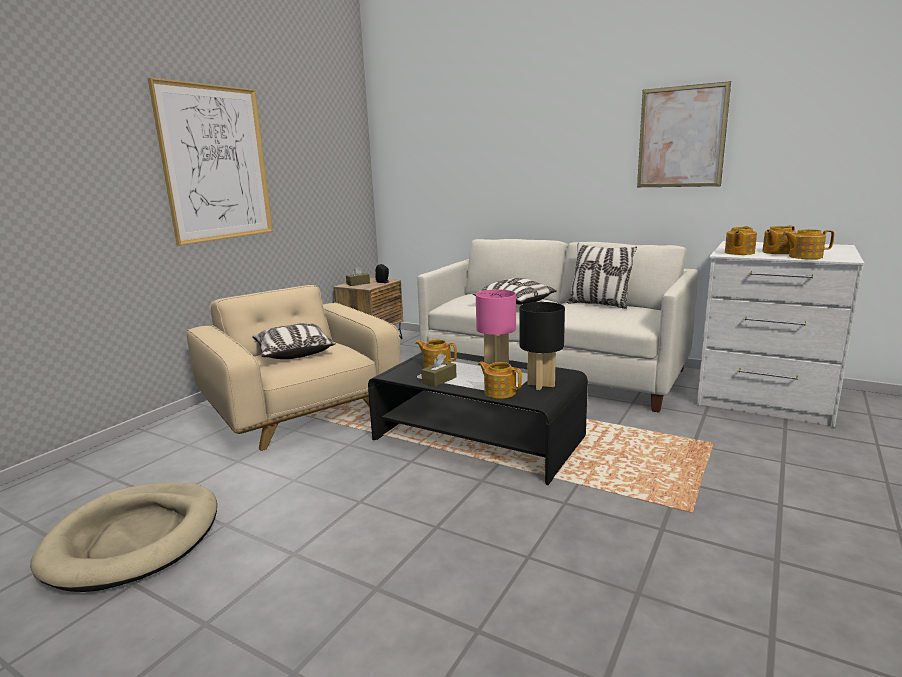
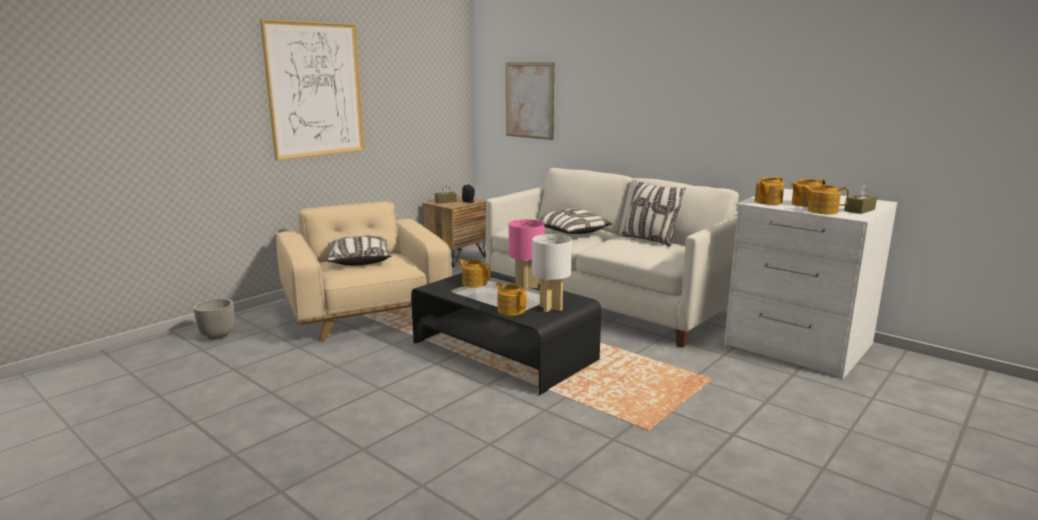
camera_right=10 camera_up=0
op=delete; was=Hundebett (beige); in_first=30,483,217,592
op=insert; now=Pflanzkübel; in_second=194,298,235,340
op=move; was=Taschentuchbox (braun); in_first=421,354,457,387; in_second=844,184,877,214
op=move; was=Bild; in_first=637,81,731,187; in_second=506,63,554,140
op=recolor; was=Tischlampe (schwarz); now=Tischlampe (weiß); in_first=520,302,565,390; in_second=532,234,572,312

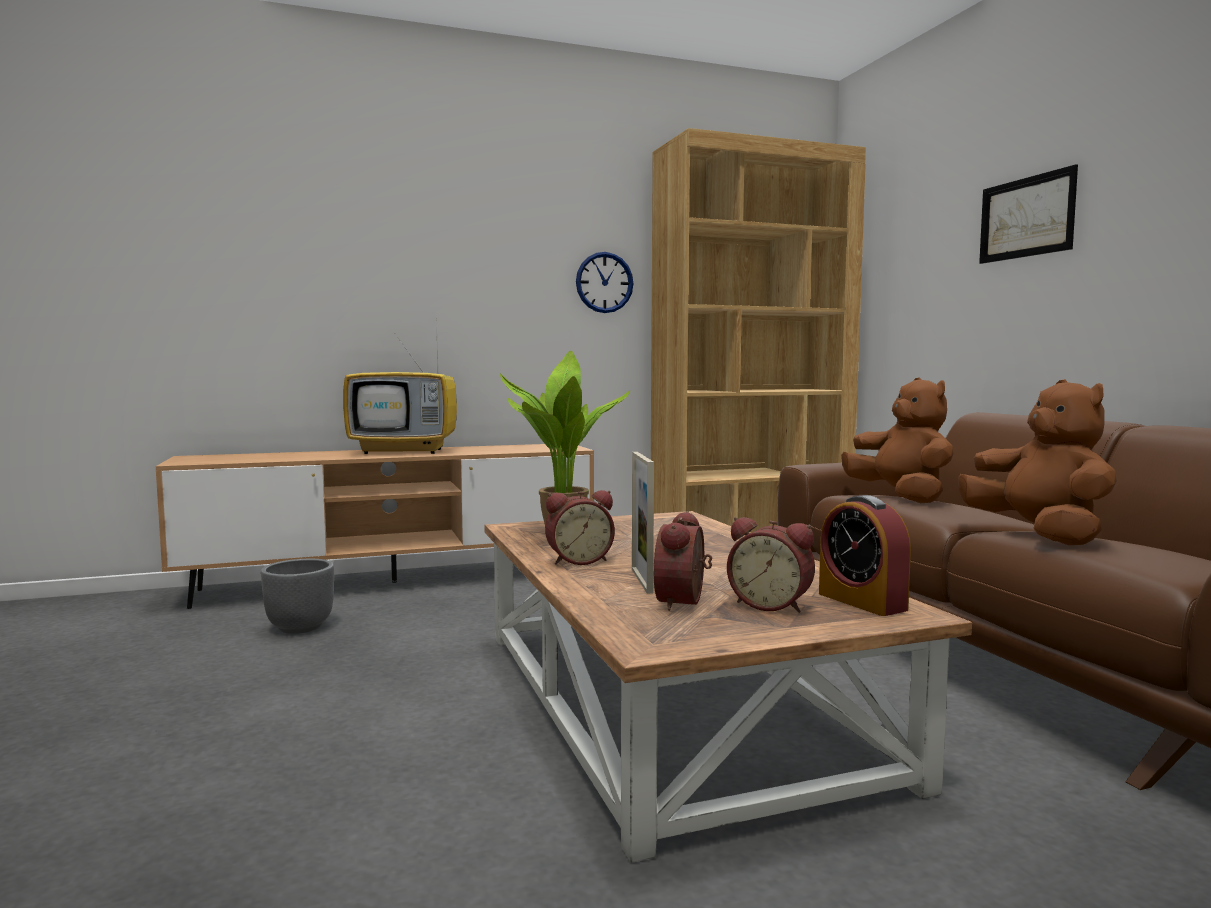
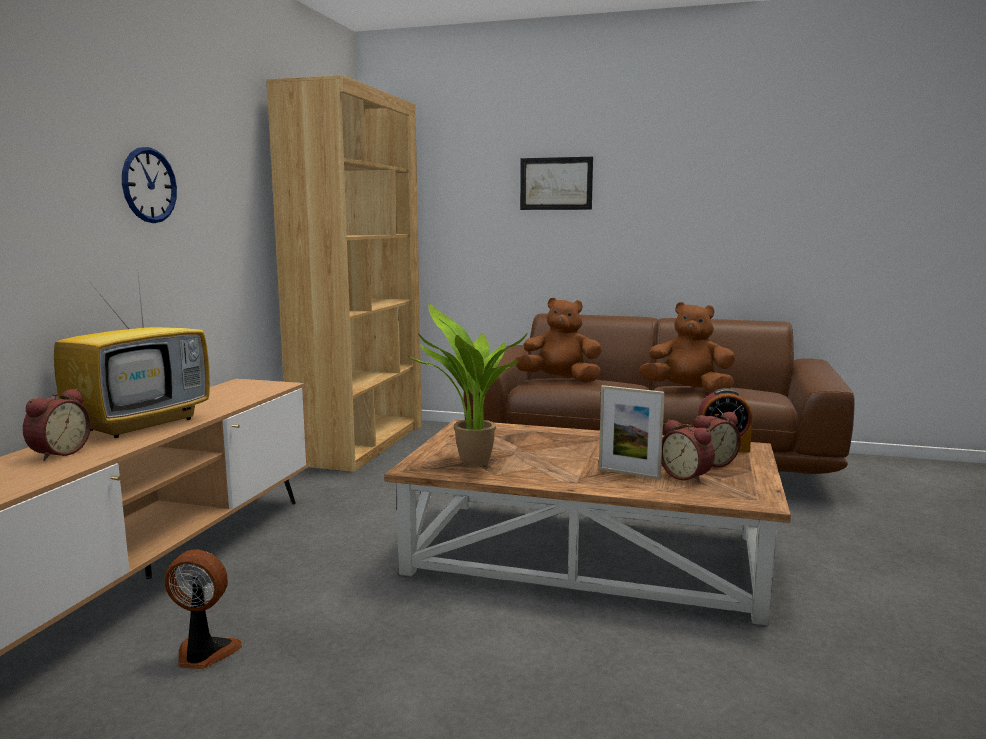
camera_right=-55 camera_up=5
op=move; was=Wecker; in_first=545,490,615,565; in_second=23,388,91,461
op=move; was=Wanduhr; in_first=576,252,633,313; in_second=122,147,177,223
op=replace; was=Pflanzkübel (grau); now=Ventilator; in_first=261,559,334,634; in_second=165,550,243,669

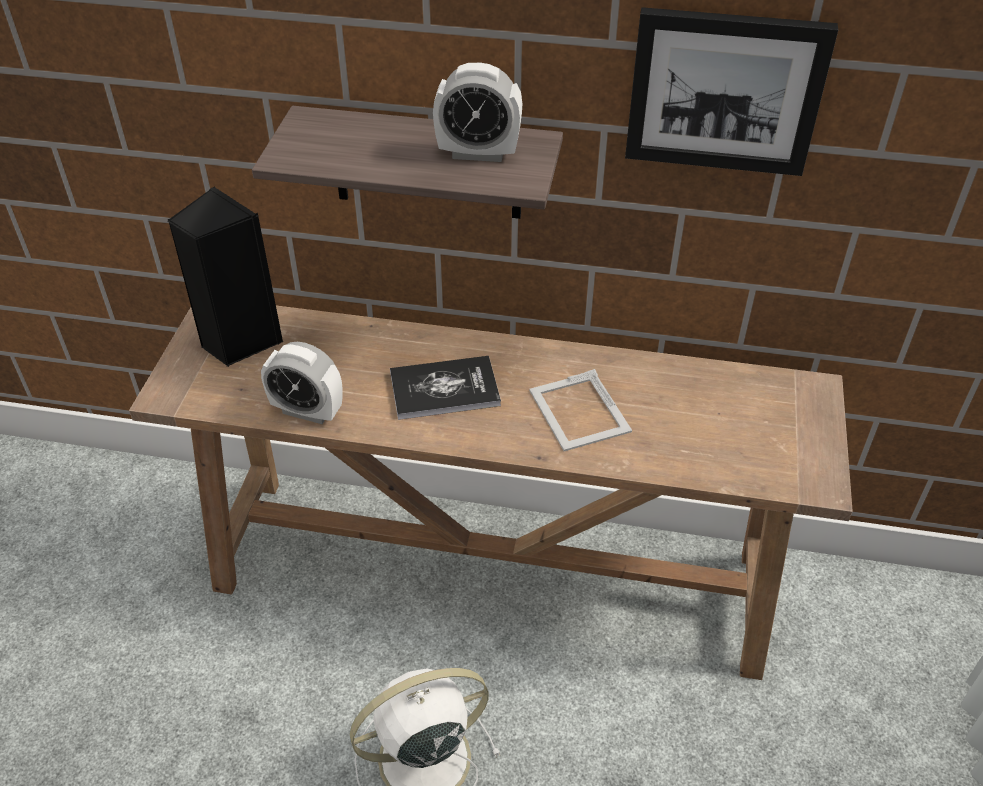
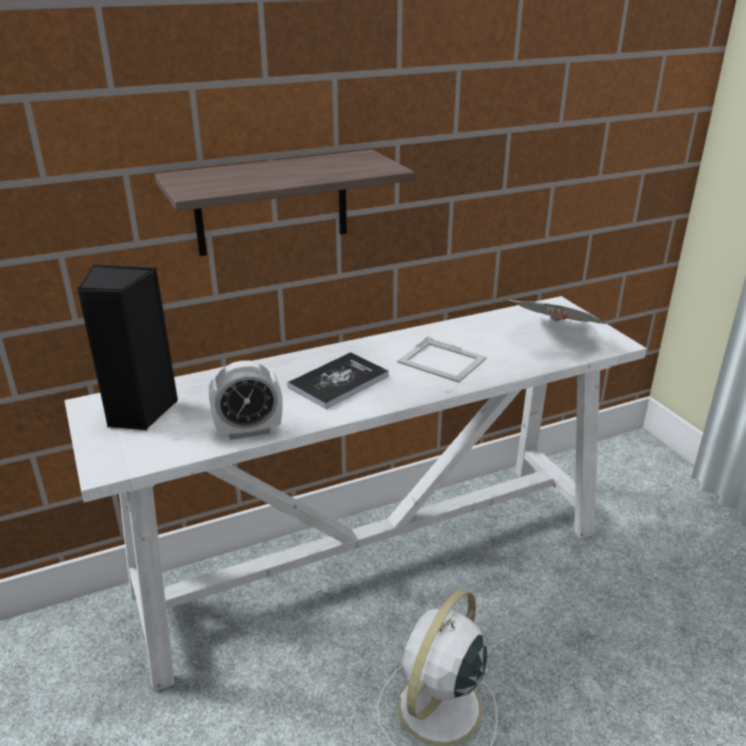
camera_right=-35 camera_up=-15
op=delete; was=Wecker; in_first=433,62,522,162
op=delete; was=Bild; in_first=625,7,838,176
op=insert; now=Zeitung; in_second=509,300,606,324
op=recolor; was=Konsolentisch (braun); now=Konsolentisch (weiß); in_first=129,306,853,680; in_second=65,296,647,691

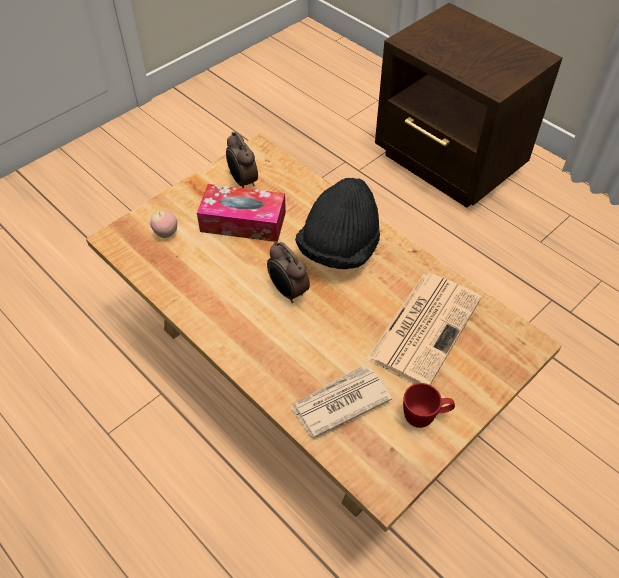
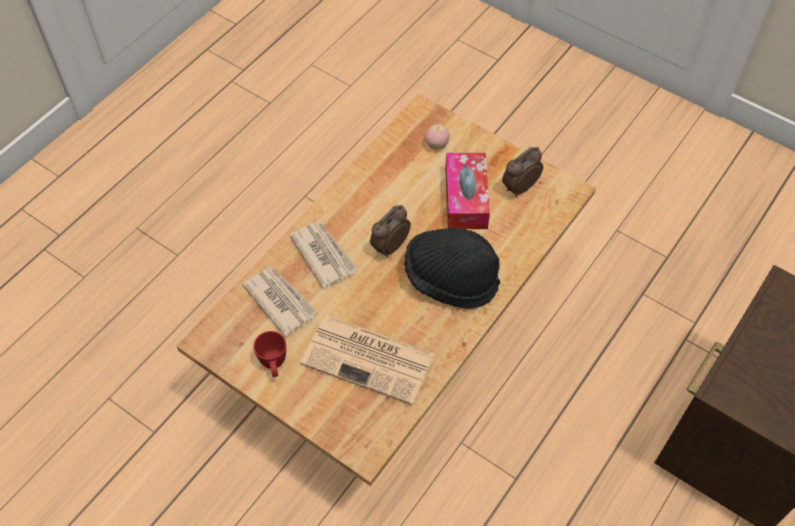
camera_right=80 camera_up=5
op=insert; now=Zeitung; in_second=290,222,357,288

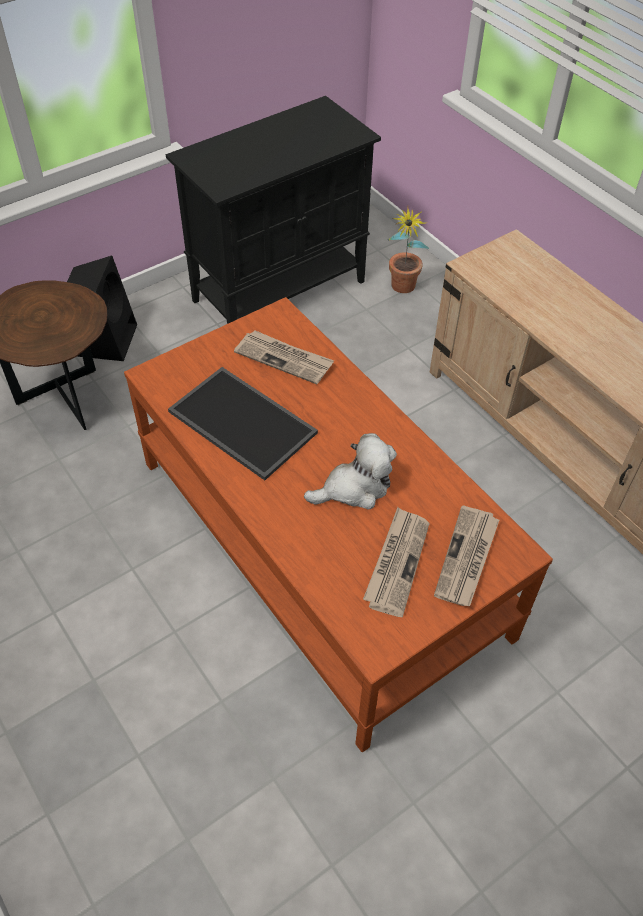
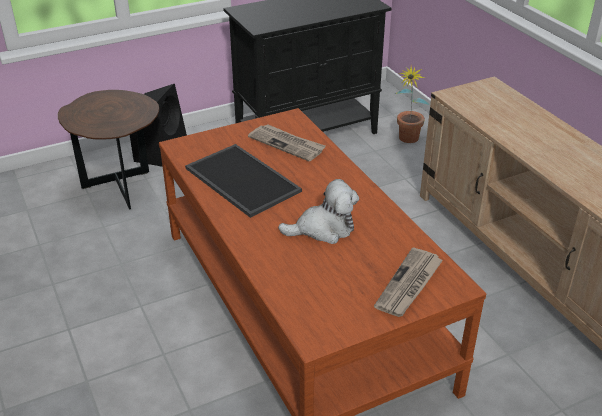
camera_right=10 camera_up=-15
op=delete; was=Zeitung; in_first=363,507,430,617

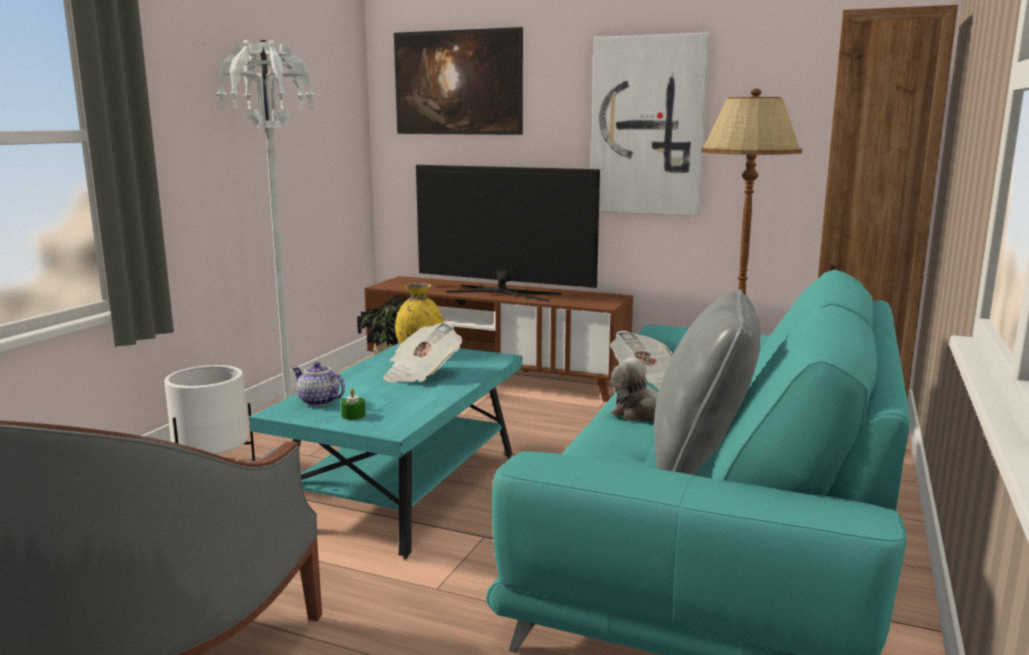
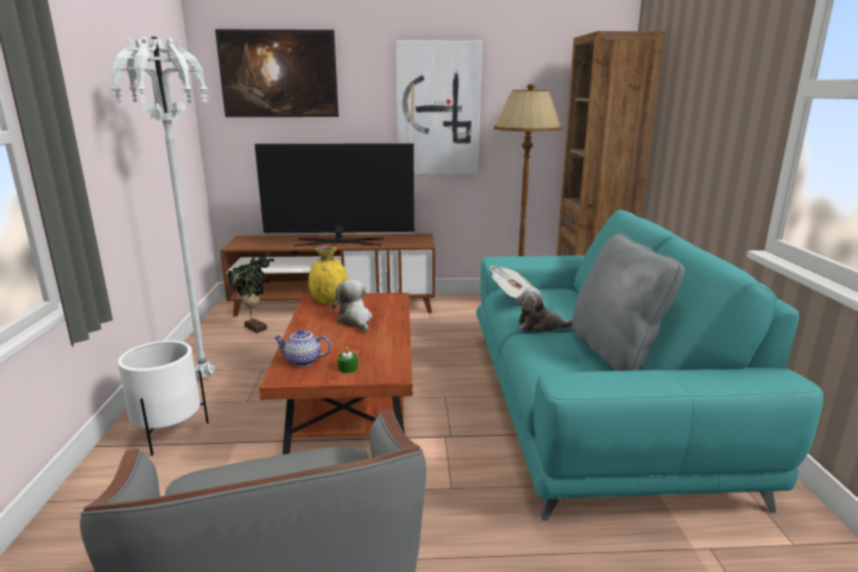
camera_right=-25 camera_up=5
op=replace; was=Zeitung; now=Plüschtier; in_first=383,323,462,382; in_second=332,280,372,331
op=recolor; was=Couchtisch (türkis); now=Couchtisch (braun); in_first=249,343,522,559; in_second=259,293,413,455

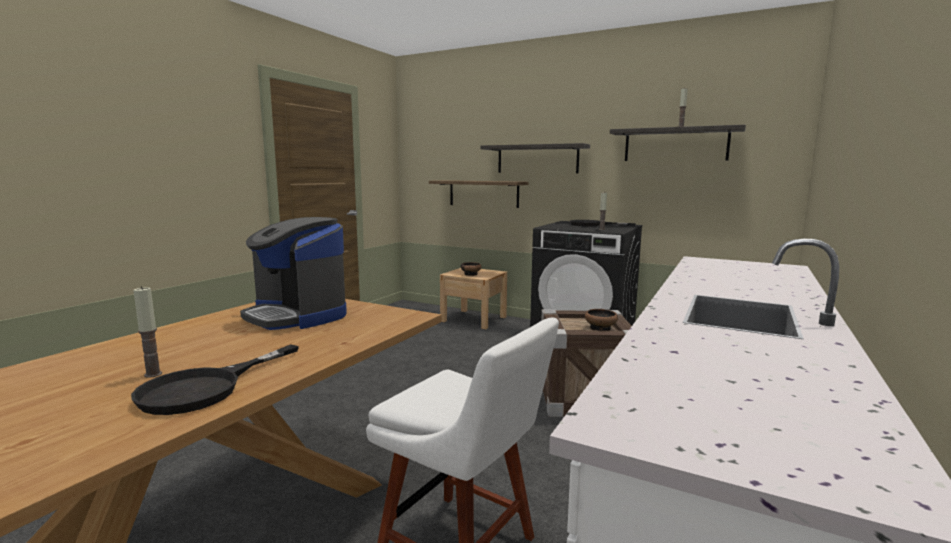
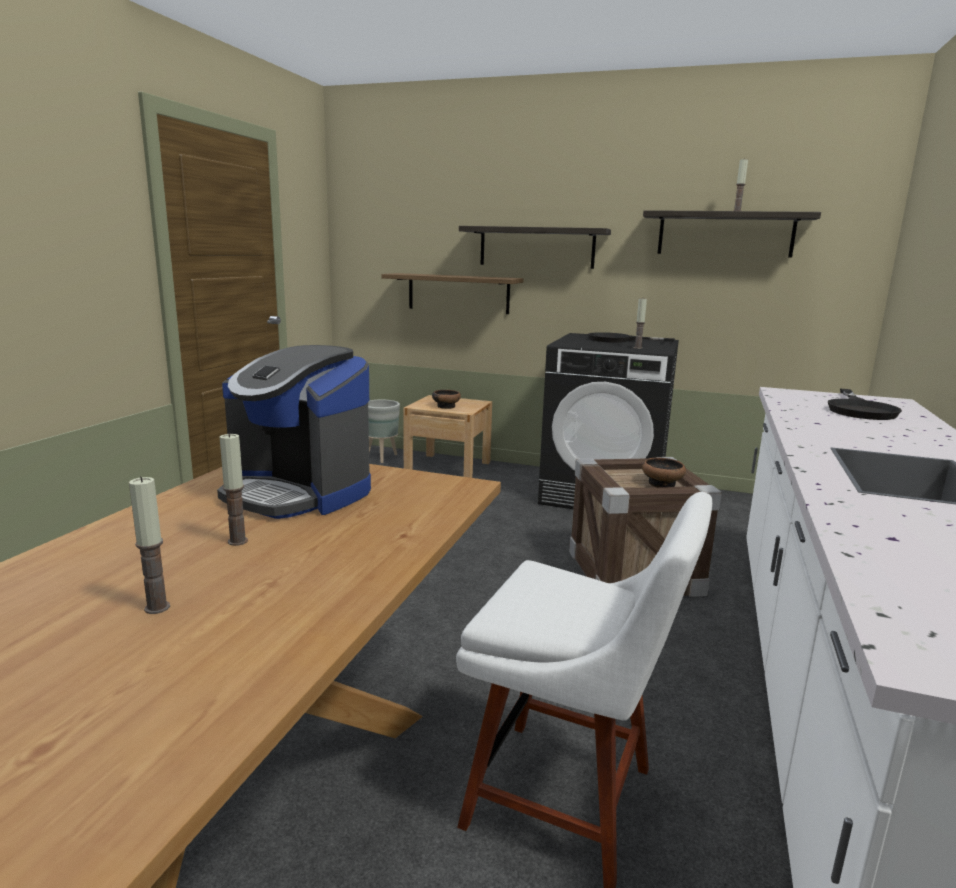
camera_right=-10 camera_up=5
op=insert; now=Kerze; in_second=220,432,248,546
op=insert; now=Pflanzkübel (grau); in_second=368,400,400,463
op=move; was=Pfanne (schwarz); in_first=131,345,299,415; in_second=828,389,902,420

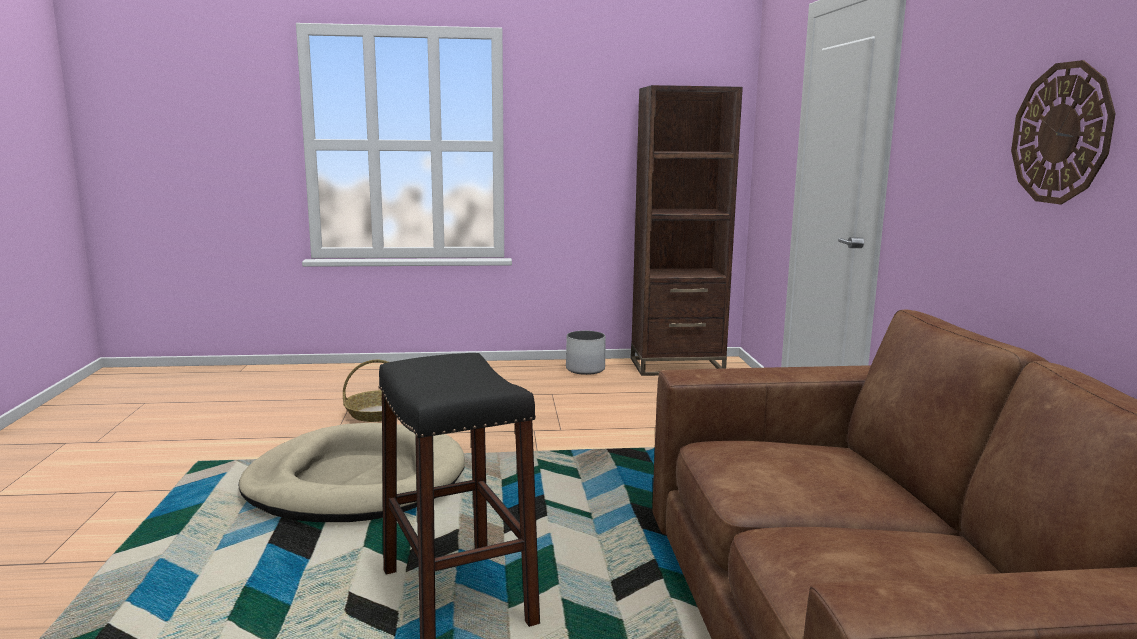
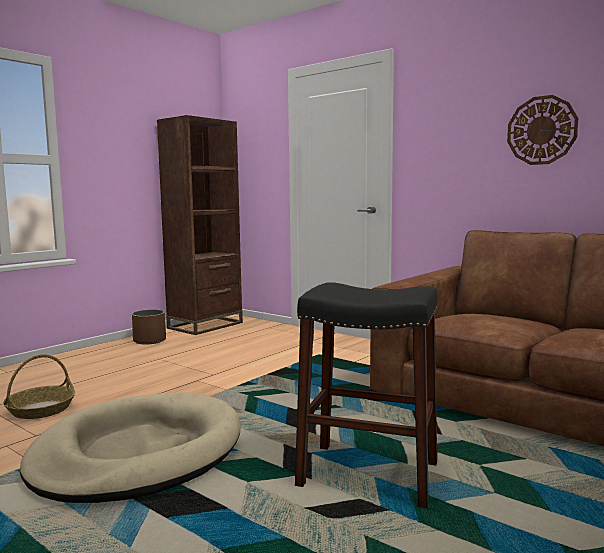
camera_right=-45 camera_up=-5
op=recolor; was=Pflanzkübel (weiß); now=Pflanzkübel (braun); in_first=566,331,606,375; in_second=132,309,166,344

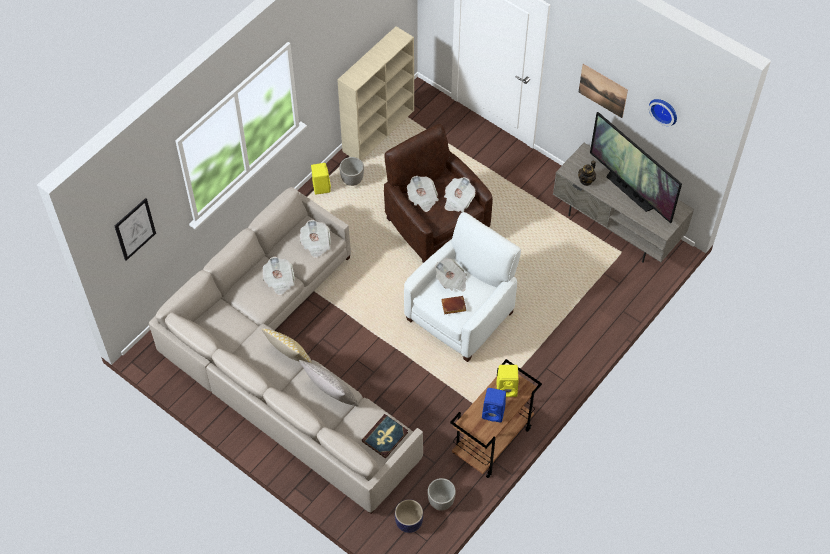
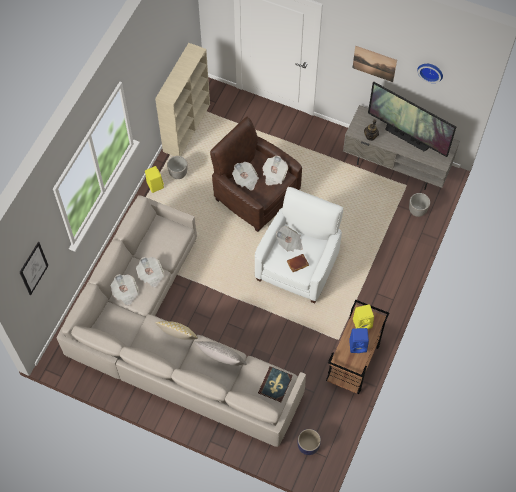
camera_right=-15 camera_up=5
op=move; was=Zeitung; in_first=300,220,331,258; in_second=110,274,139,306
op=move; was=Pflanzkübel; in_first=427,478,456,511; in_second=409,193,430,217

